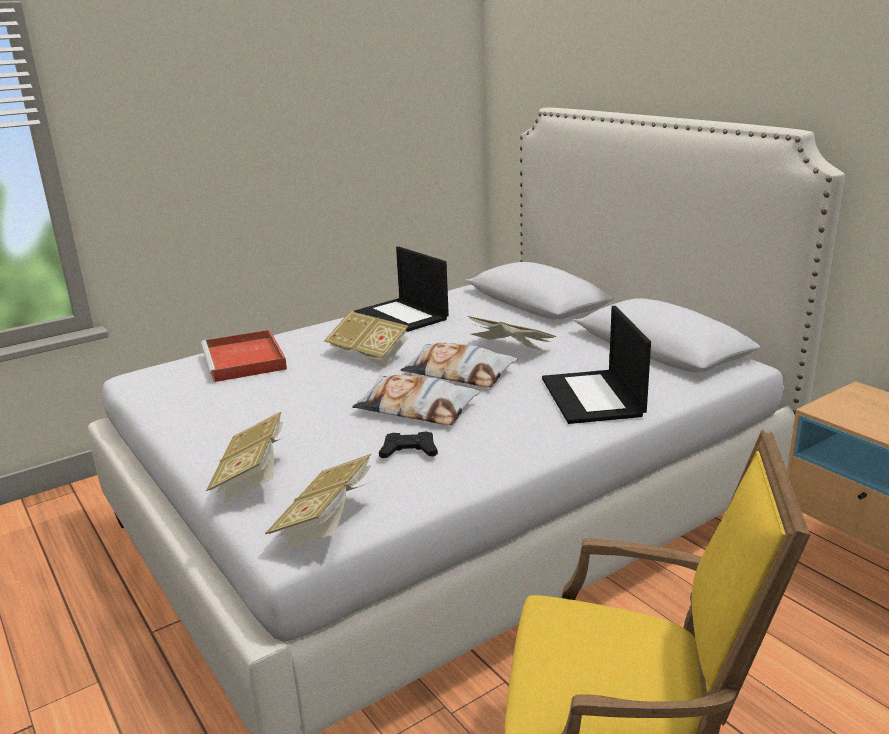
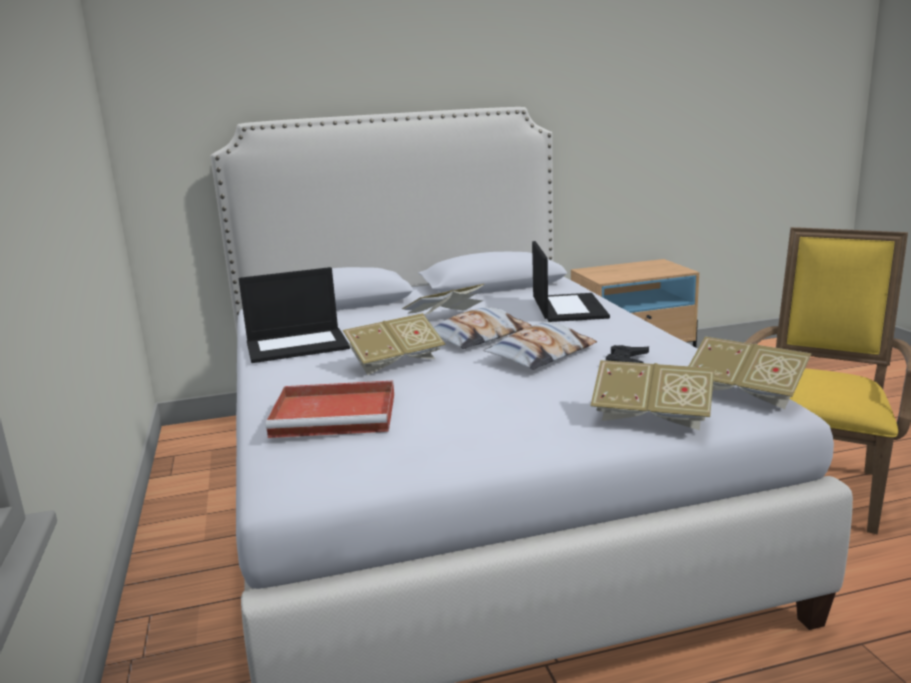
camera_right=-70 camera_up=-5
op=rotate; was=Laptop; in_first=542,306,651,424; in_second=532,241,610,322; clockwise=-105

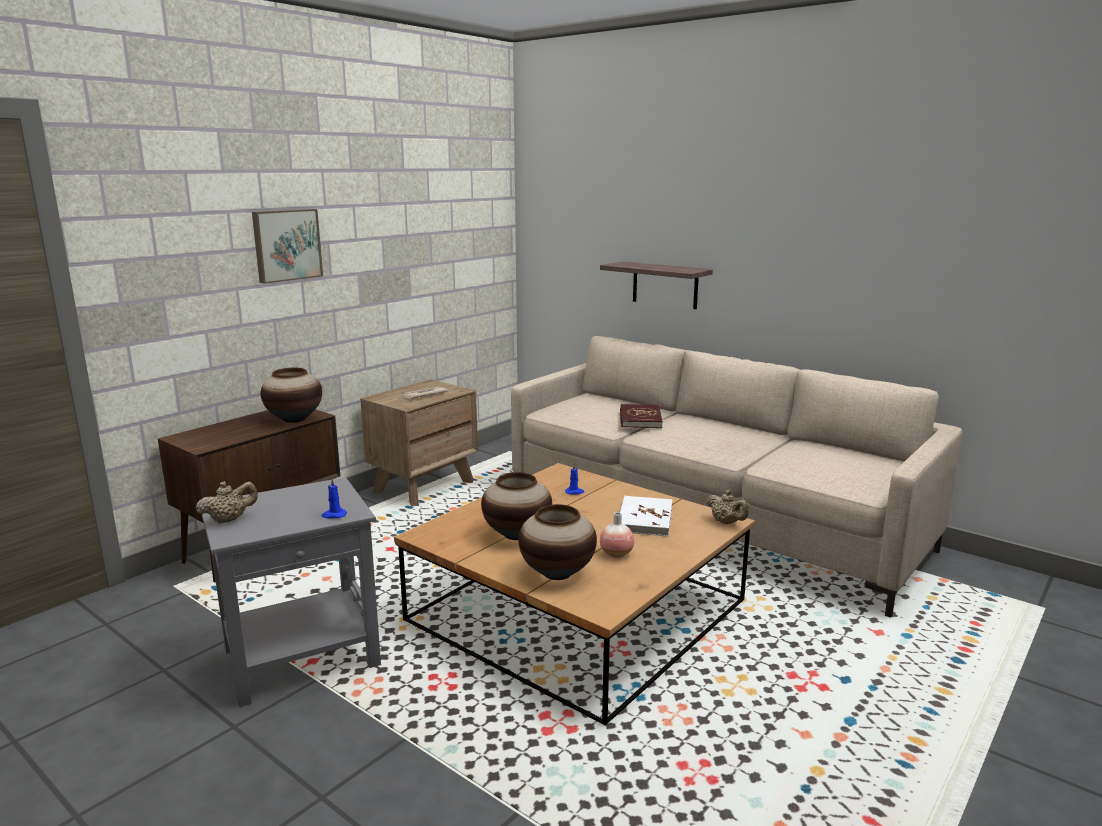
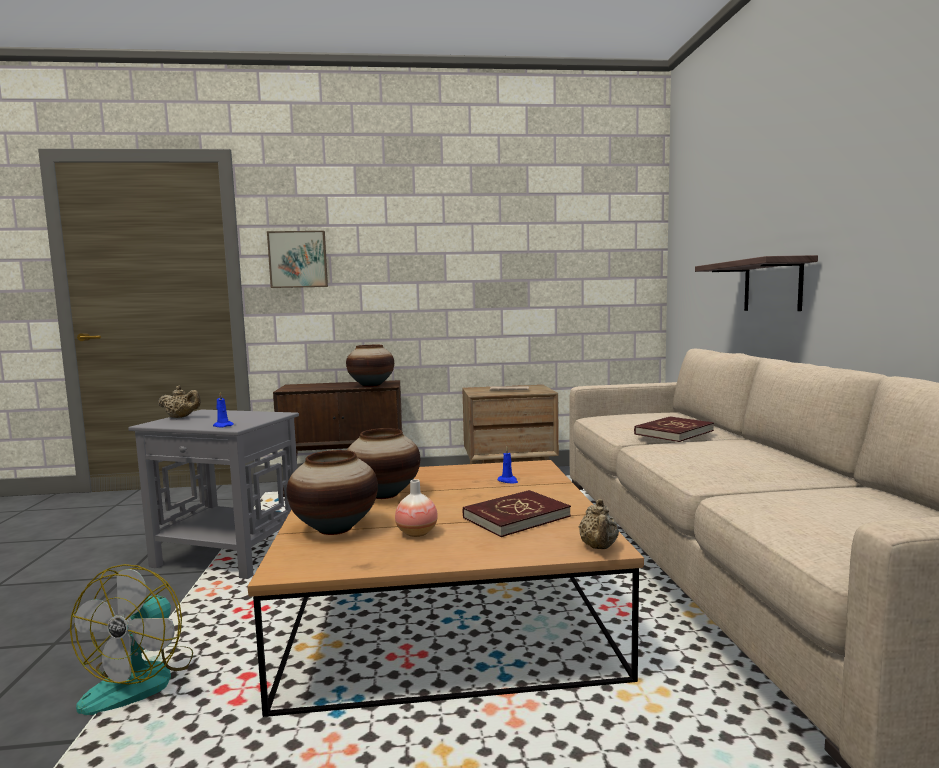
camera_right=45 camera_up=-10
op=insert; now=Ventilator; in_second=70,564,193,715
op=move; was=Bild; in_first=252,209,323,284; in_second=267,231,328,288
op=recolor; was=Buch (weiß); now=Buch (rot); in_first=620,496,672,537; in_second=463,490,571,537

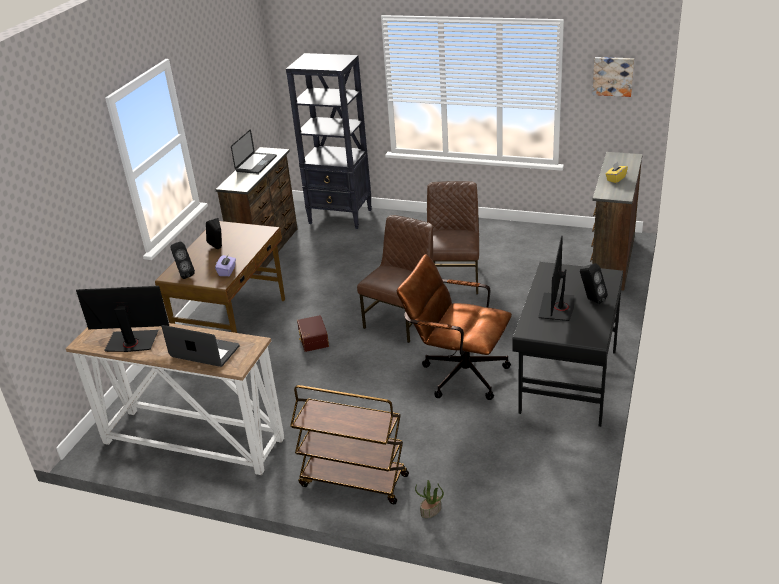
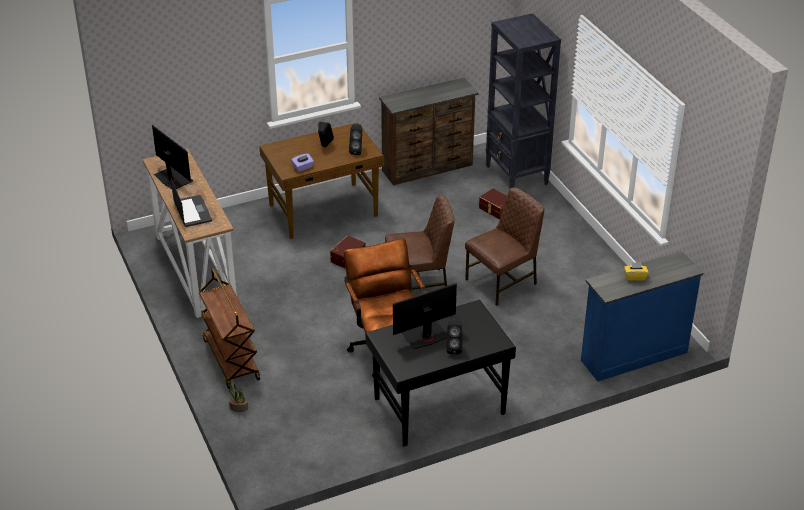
camera_right=45 camera_up=5
op=delete; was=Laptop; in_first=231,129,277,174
op=delete; was=Bild; in_first=592,57,634,97
op=insert; now=Aufbewahrungsbox (braun); in_second=479,189,507,220
op=move; was=Lautsprecher (schwarz); in_first=170,241,195,279; in_second=349,124,362,155
op=recolor; was=Kommode (braun); now=Kommode (blau); in_first=590,152,643,290; in_second=581,251,703,381

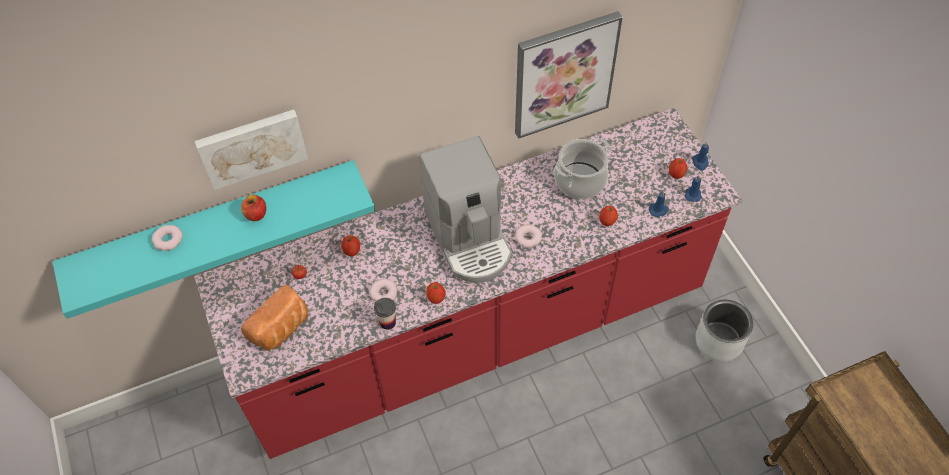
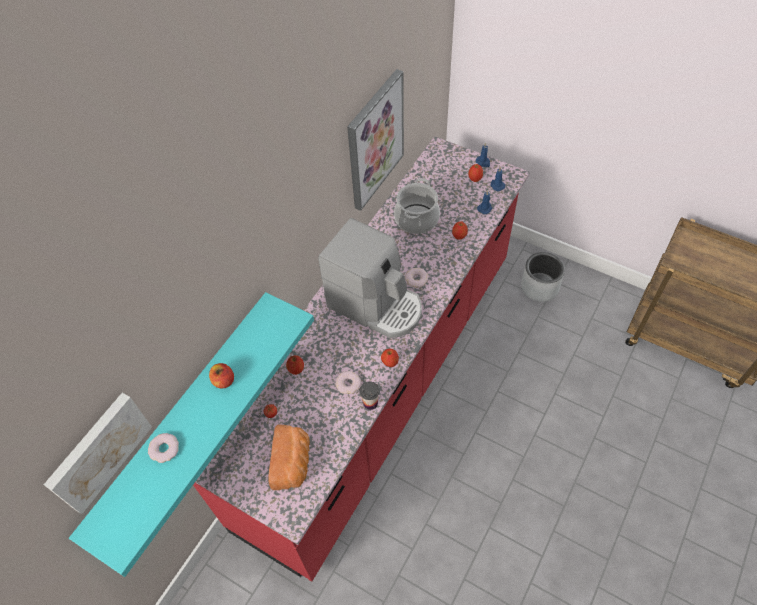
camera_right=-35 camera_up=0
op=move; was=Bild; in_first=195,110,308,190; in_second=44,393,152,514

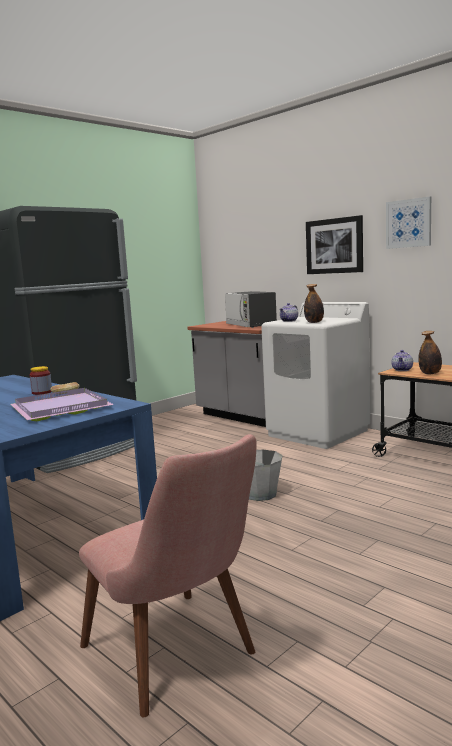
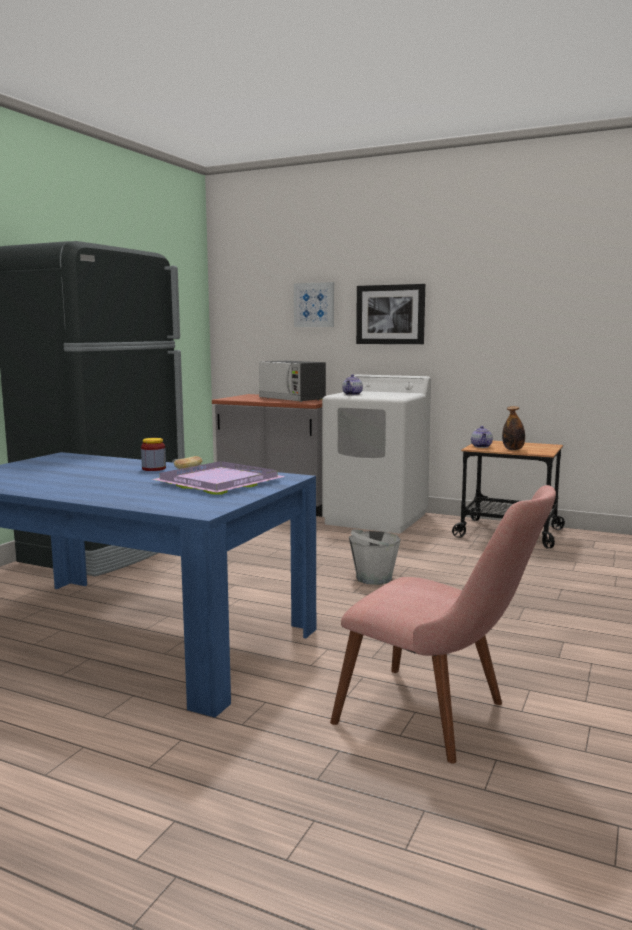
camera_right=-20 camera_up=0
op=delete; was=Flasche; in_first=304,284,324,323
op=move; was=Bild; in_first=386,197,431,249; in_second=294,282,334,327

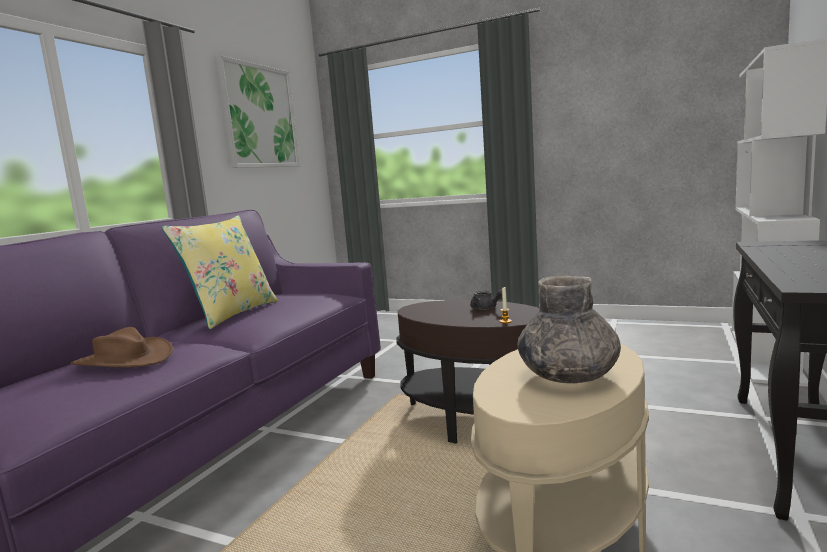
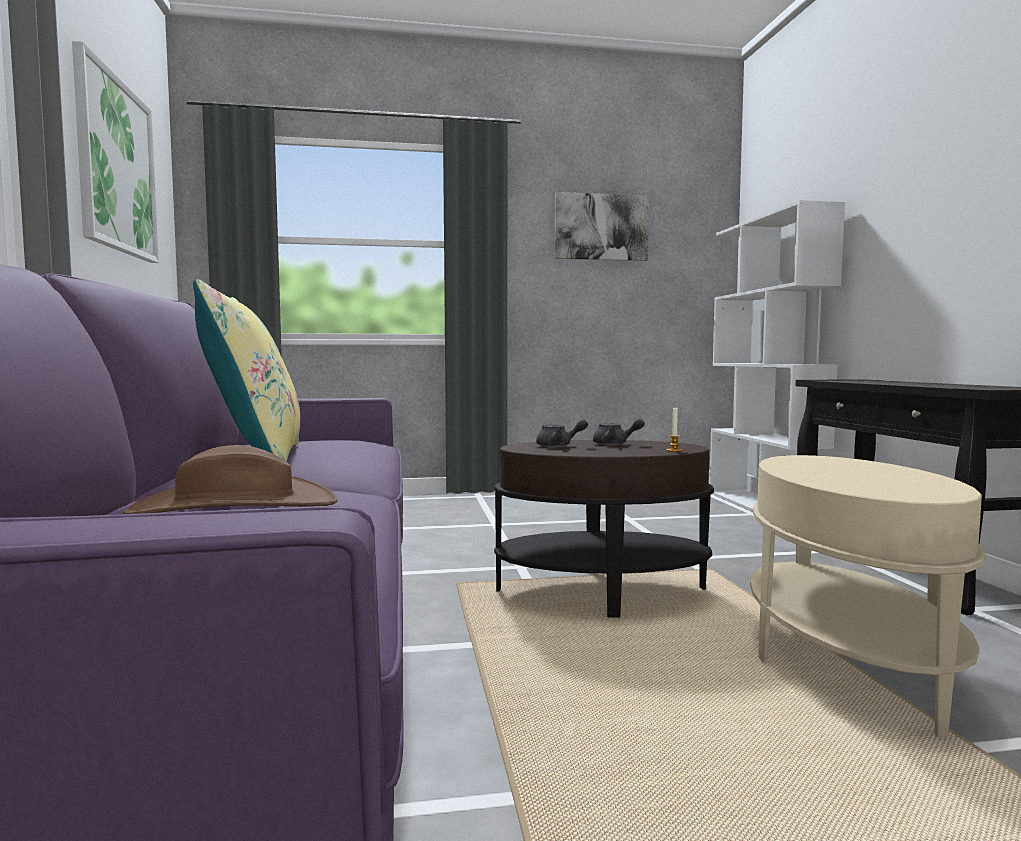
camera_right=-35 camera_up=-5
op=delete; was=Vase (grau); in_first=517,275,621,383
op=insert; now=Teekanne (grau); in_second=536,419,588,447
op=insert; now=Bild; in_second=555,192,649,261

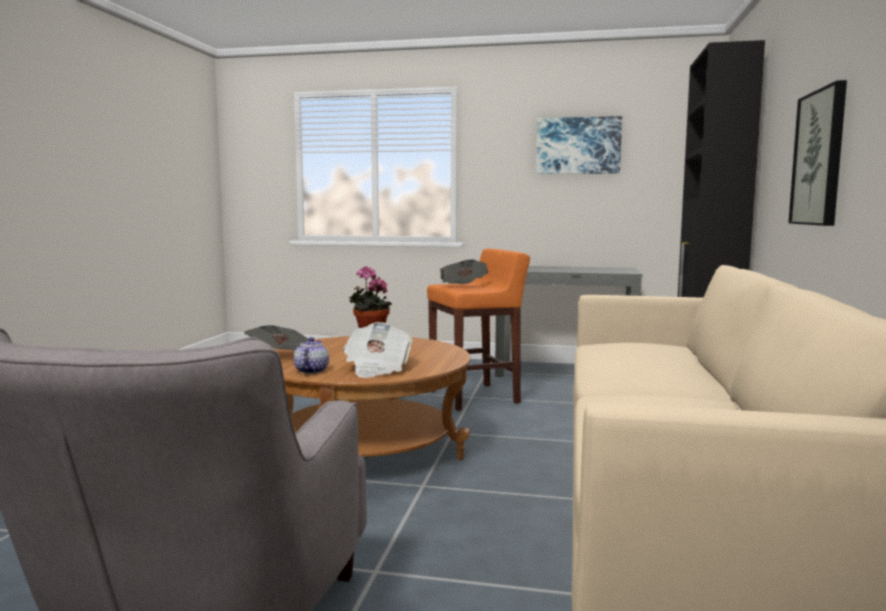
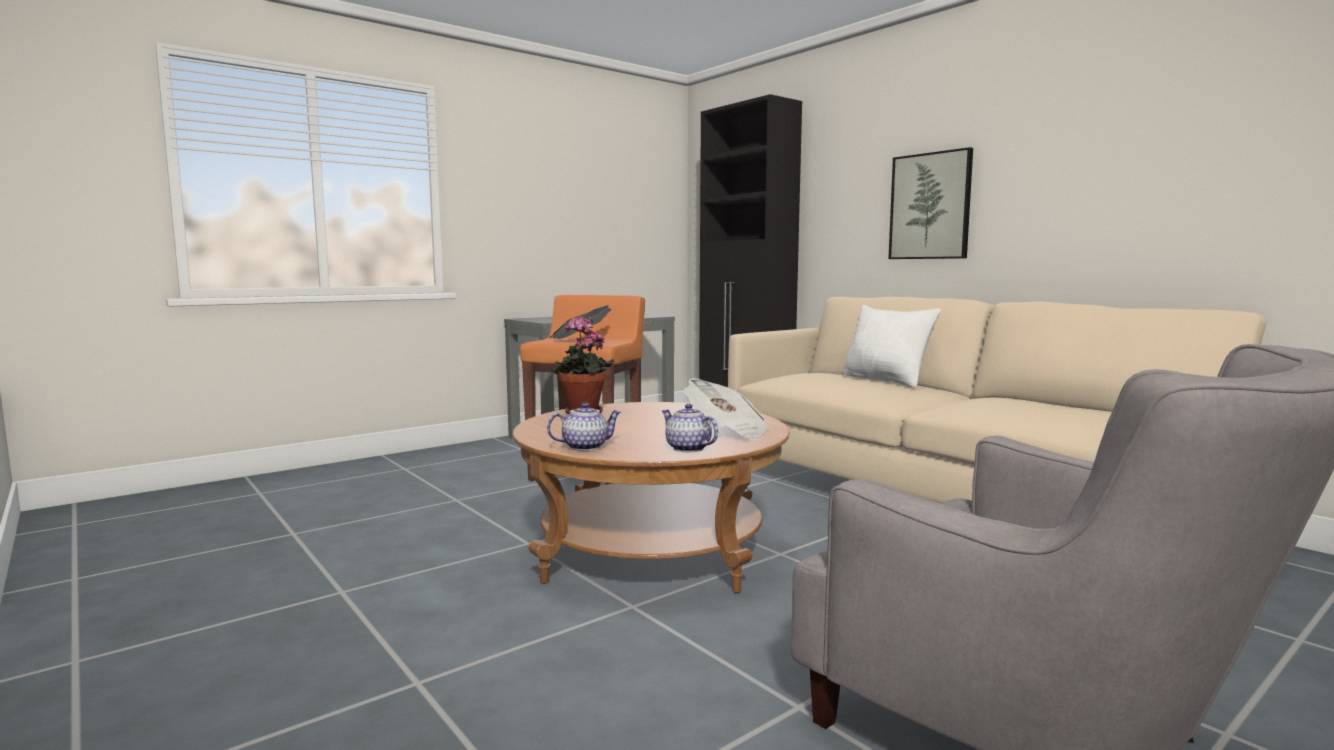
camera_right=-50 camera_up=0
op=delete; was=Bild; in_first=536,116,622,174
op=insert; now=Kissen (weiß); in_second=843,305,941,388
op=replace; was=Zeitung; now=Teekanne; in_first=244,325,309,351; in_second=547,403,621,451

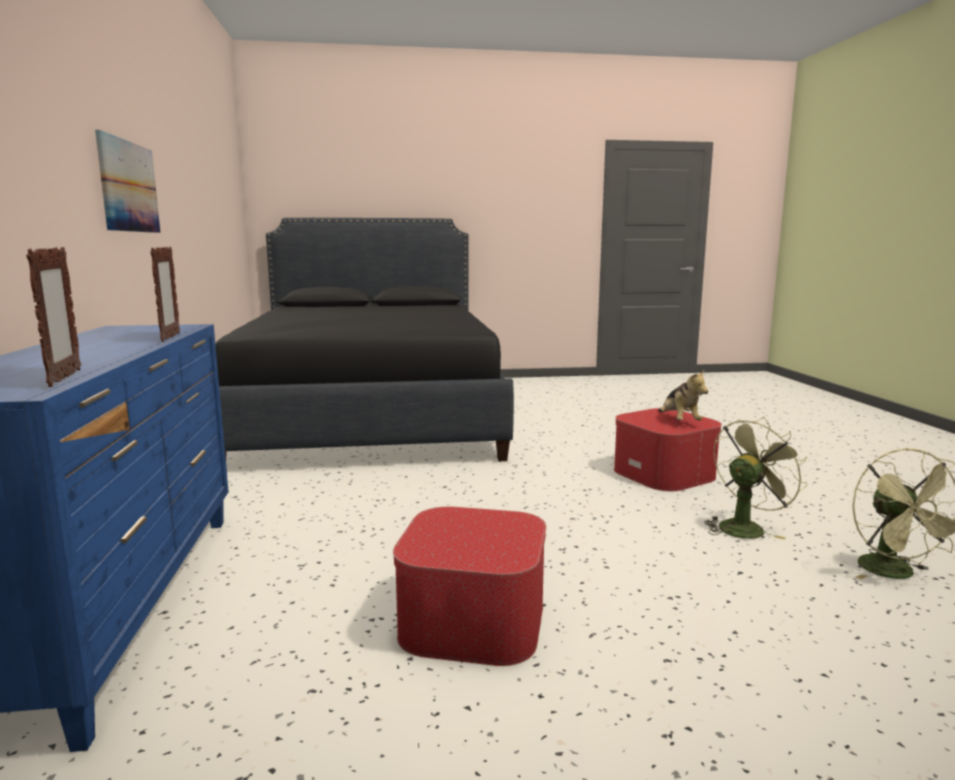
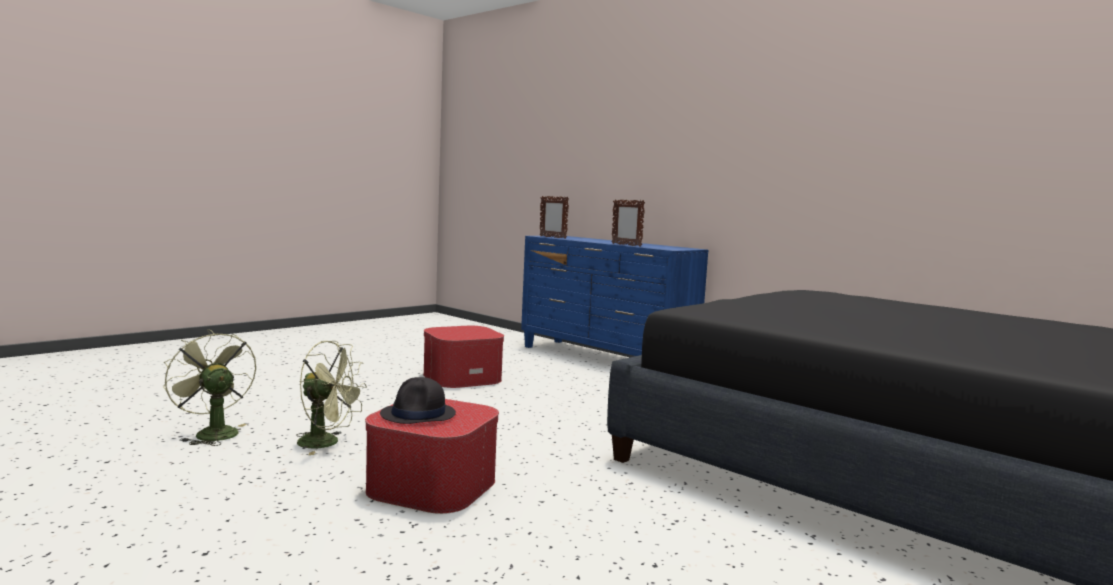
camera_right=140 camera_up=-5
op=delete; was=Bild; in_first=95,130,160,233
op=replace; was=Plüschtier; now=Hut (schwarz); in_first=658,370,708,420; in_second=380,377,456,424
op=rotate; was=Ventilator (grün); in_first=704,417,808,540; in_second=296,341,367,455; clockwise=-90

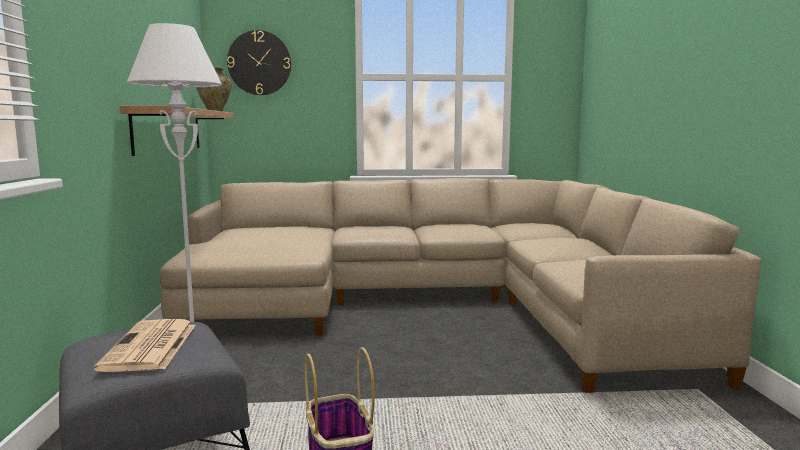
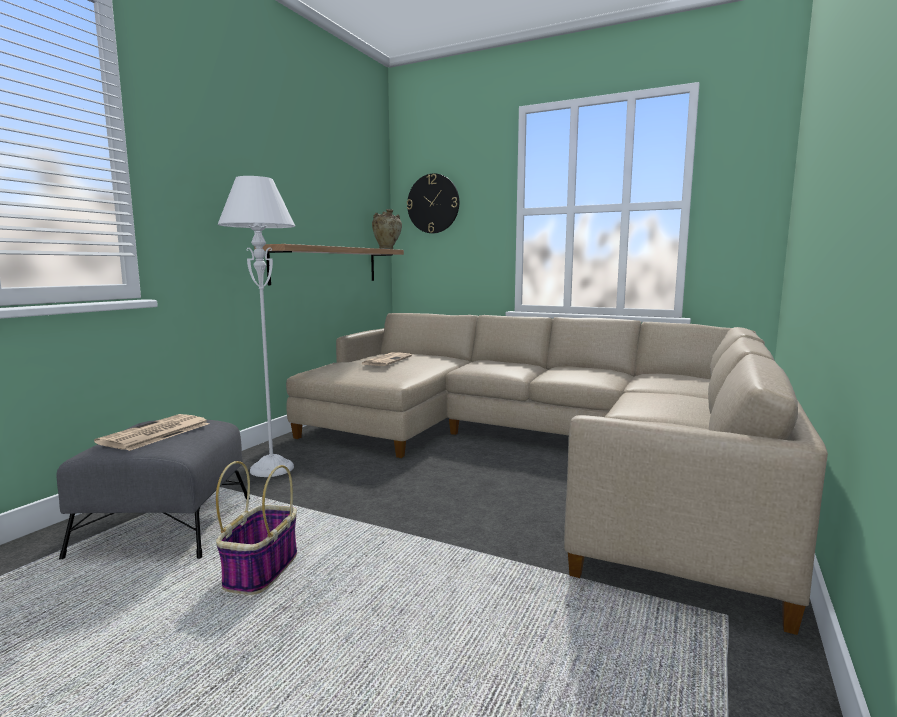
camera_right=30 camera_up=0
op=insert; now=Zeitung; in_second=362,352,412,366

